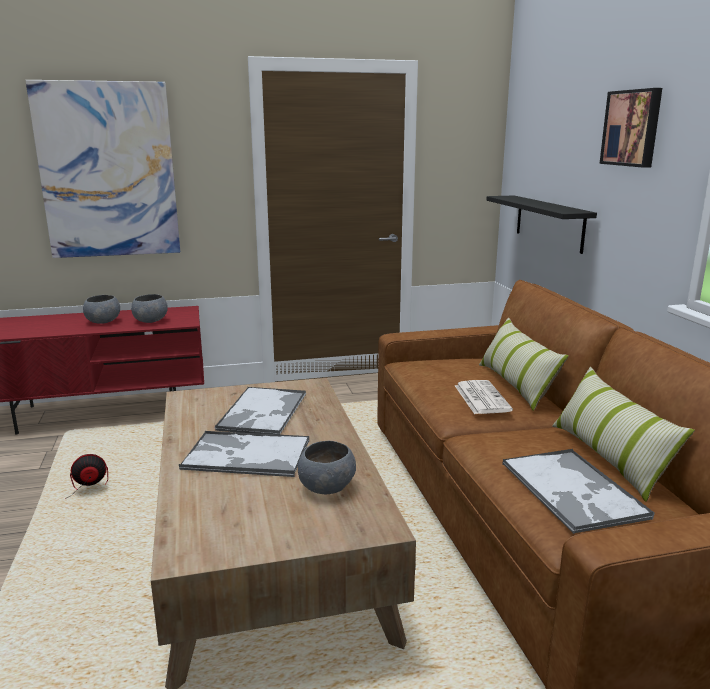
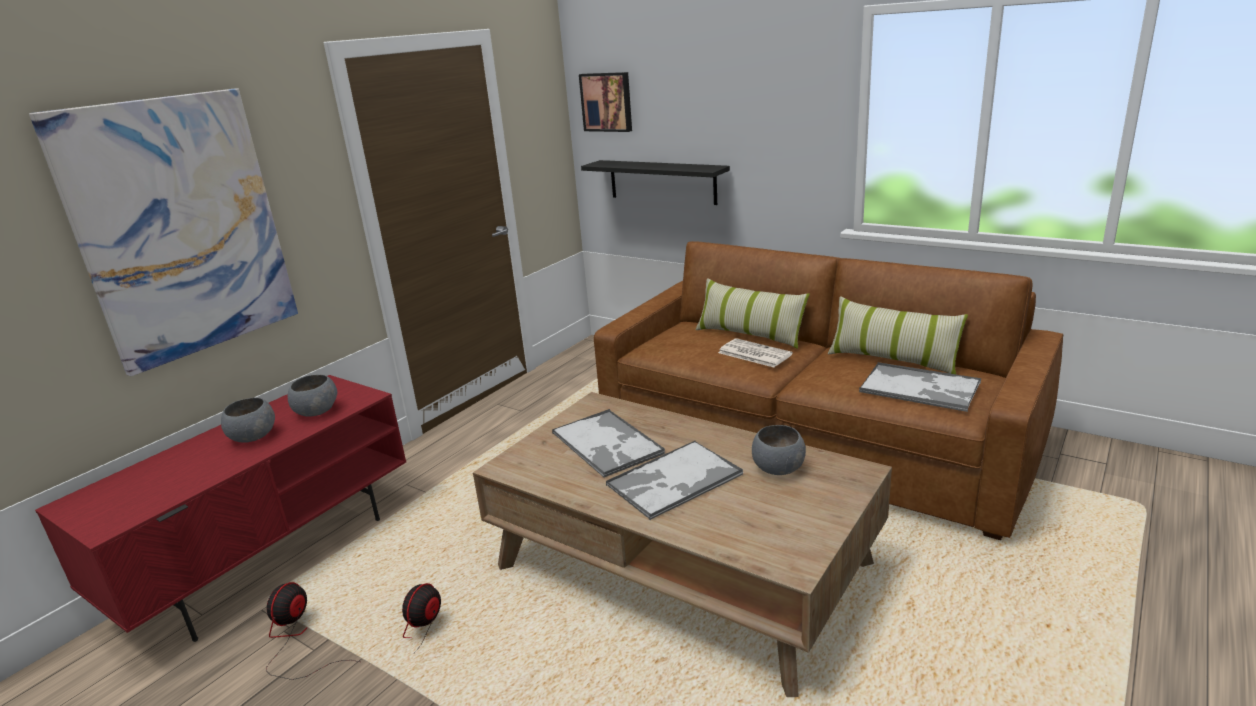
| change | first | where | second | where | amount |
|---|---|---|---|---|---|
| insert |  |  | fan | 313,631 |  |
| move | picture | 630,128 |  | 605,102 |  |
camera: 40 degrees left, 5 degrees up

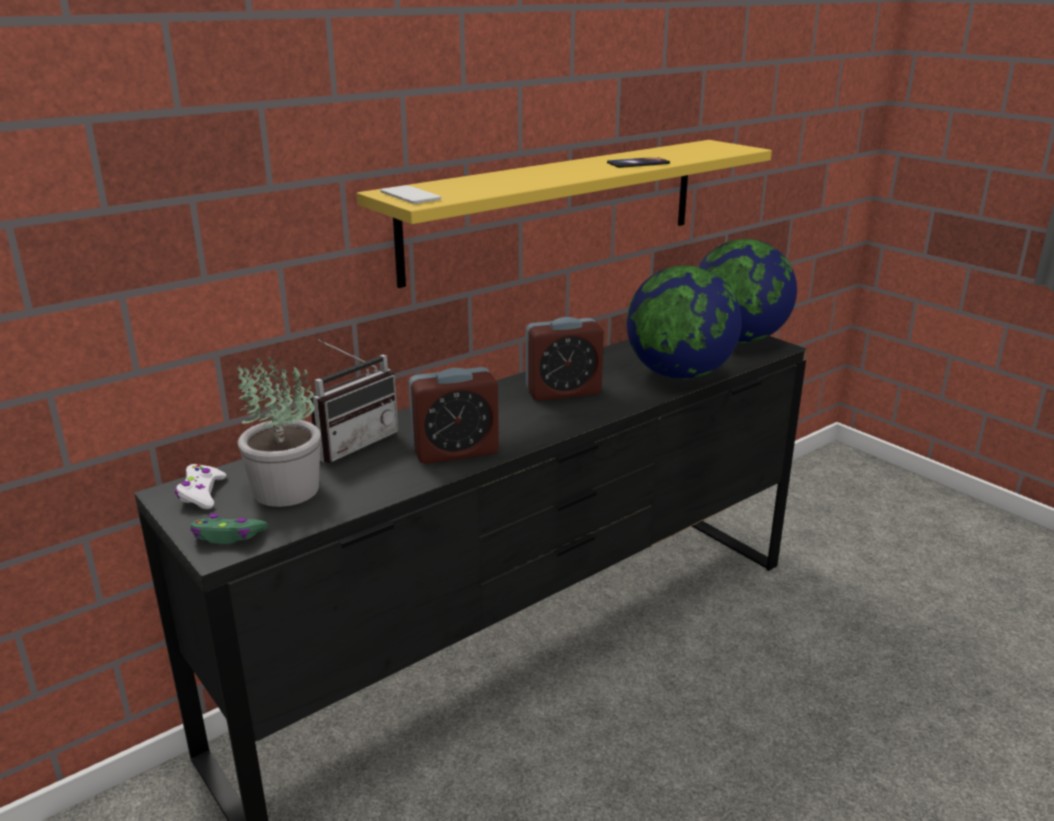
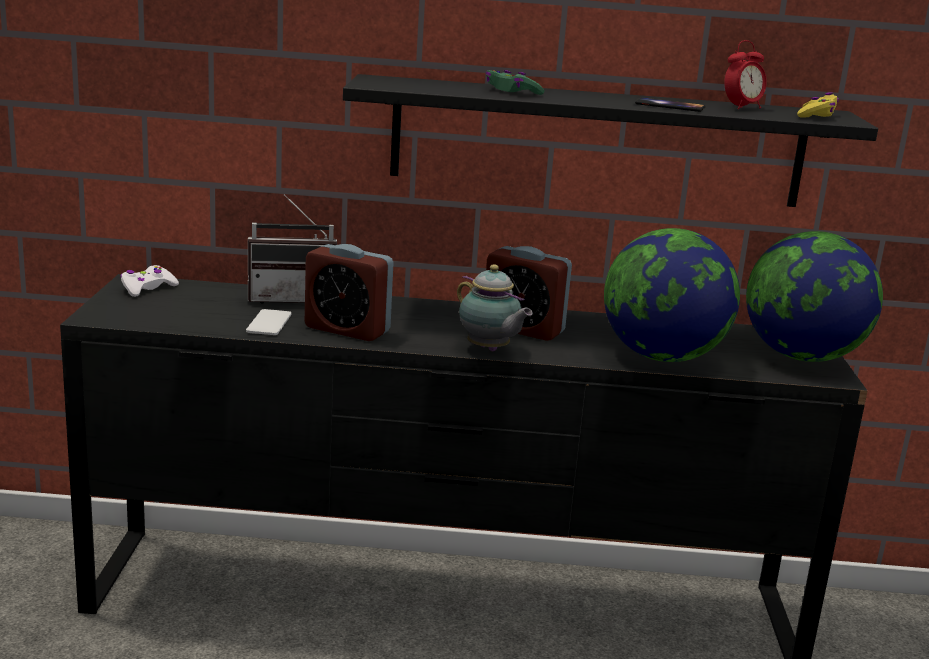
| change | first | where | second | where | amount |
|---|---|---|---|---|---|
| move | phone | 410,194 |  | 269,322 |  |
| recolor | yellow shelf | 564,214 | black shelf | 610,140 |  |
| insert |  |  | teapot | 495,307 |  |
| move | green game controller | 229,529 |  | 515,82 |  |
| insert |  |  | alarm clock | 745,74 |  |
| insert |  |  | yellow game controller | 817,105 |  |
| delete | potted plant | 279,432 |  |  |  |
camera: 40 degrees right, 5 degrees down

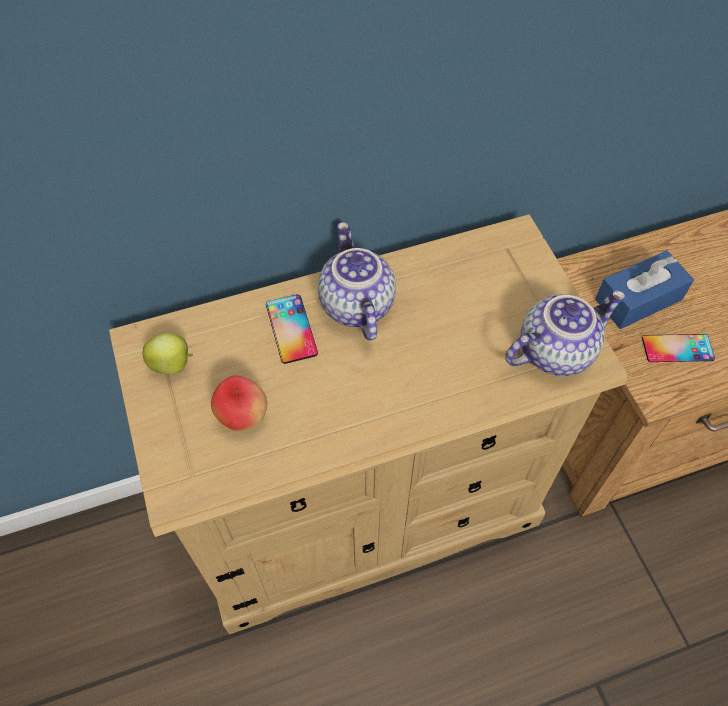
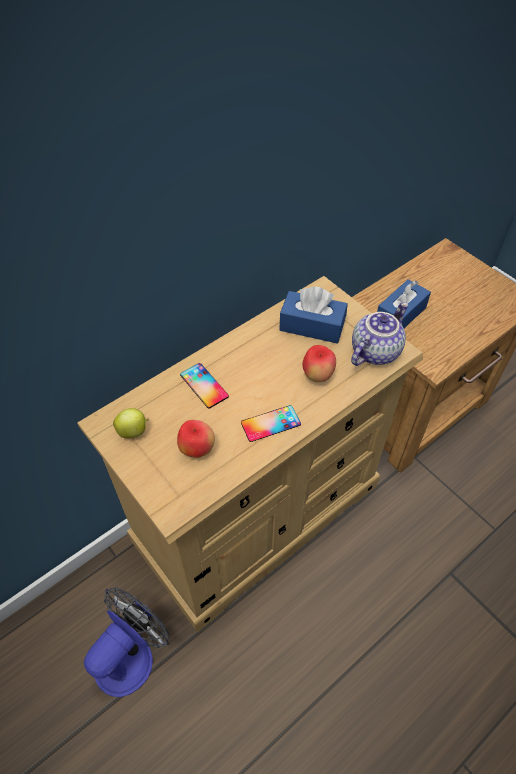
| change | first | where | second | where | amount |
|---|---|---|---|---|---|
| insert |  |  | fan | 126,642 |  |
| move | phone | 678,348 |  | 271,423 |  |
| insert |  |  | blue tissue box | 313,315 |  |
| insert |  |  | apple | 319,363 |  |
| delete | teapot | 357,281 |  |  |  |
camera: 20 degrees left, 5 degrees down

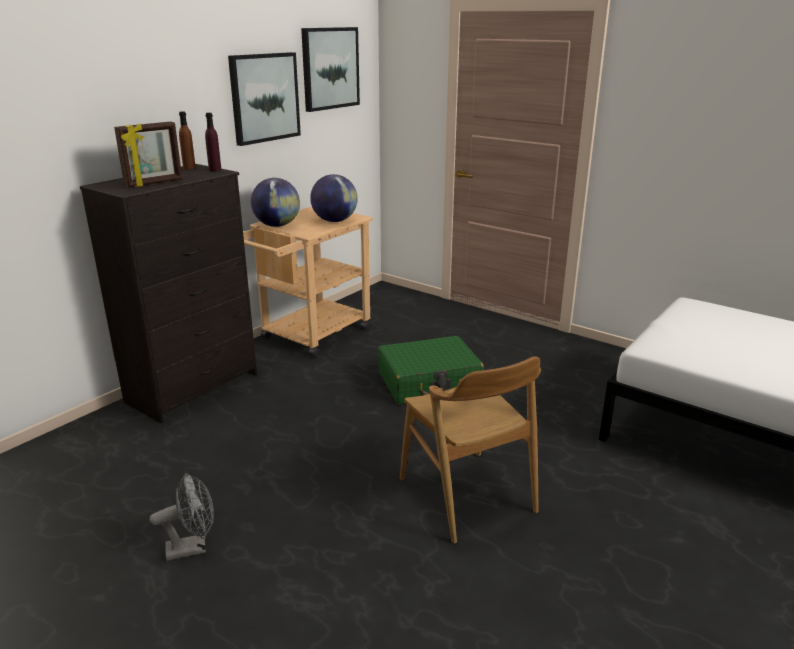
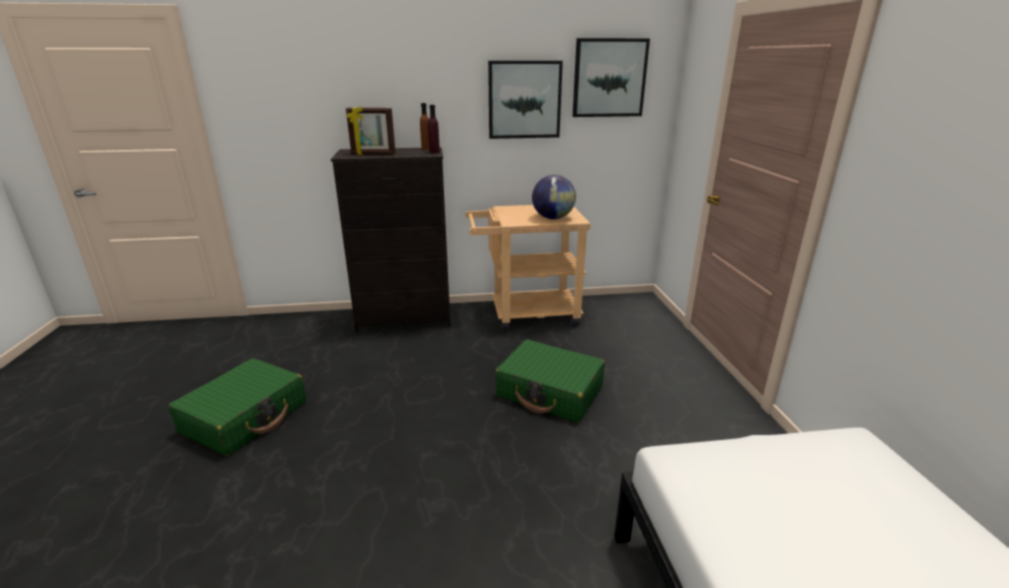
| change | first | where | second | where | amount |
|---|---|---|---|---|---|
| replace | grey fan | 182,517 | green suitcase | 237,407 |  |
| delete | globe | 275,202 |  |  |  |
| delete | brown chair | 470,450 |  |  |  |
camera: 45 degrees right, 0 degrees up

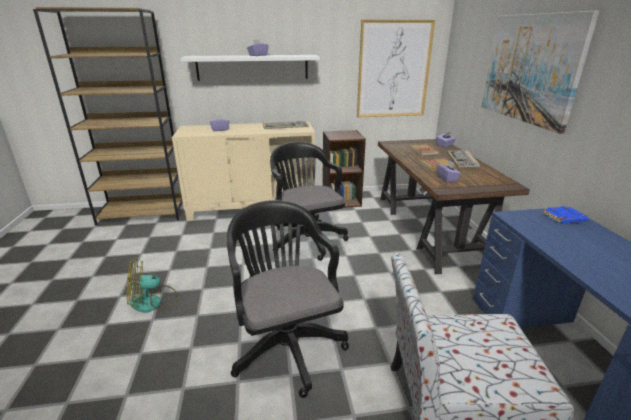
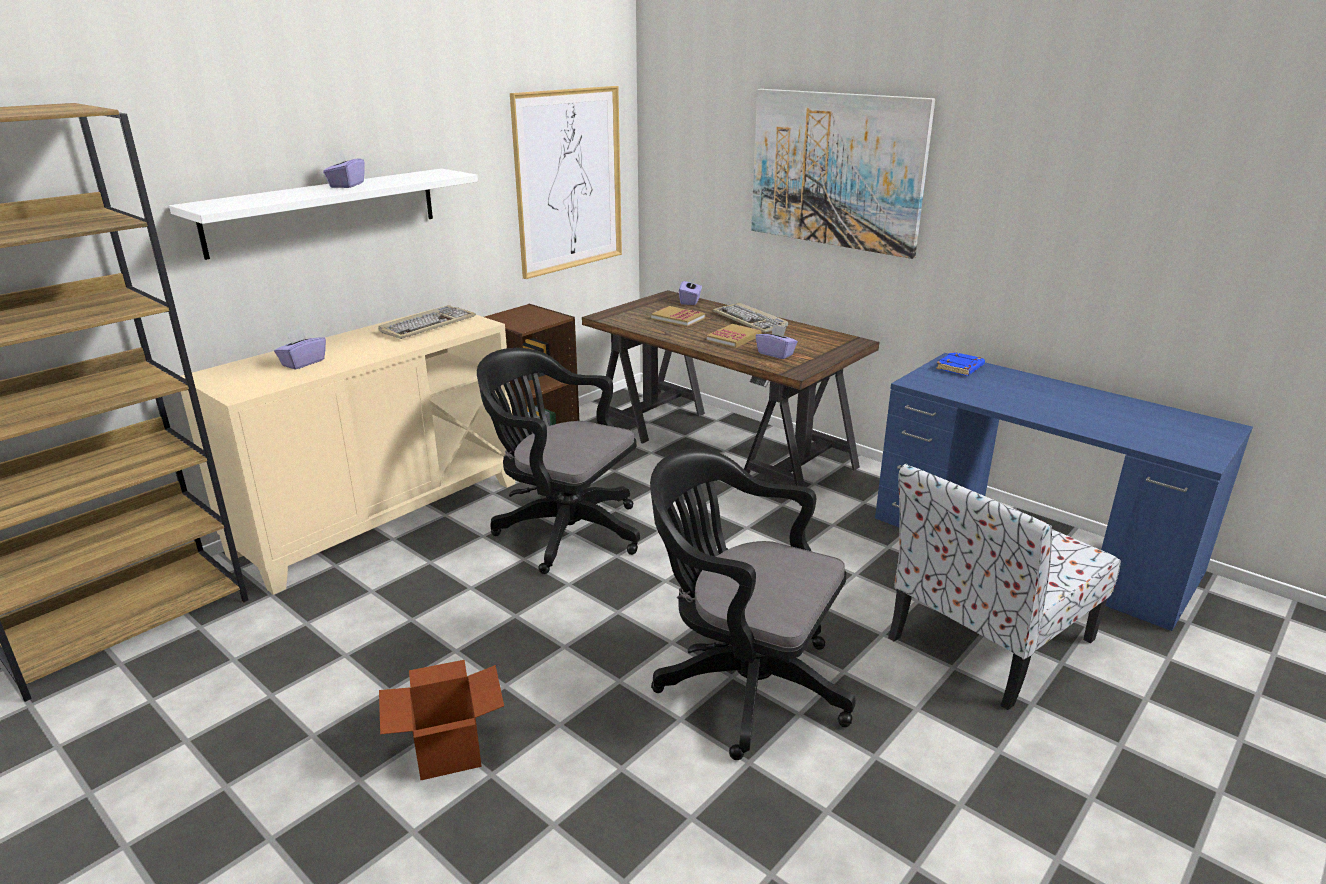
| change | first | where | second | where | amount |
|---|---|---|---|---|---|
| replace | fan | 152,285 | cardboard box | 441,720 |  |
camera: 40 degrees left, 0 degrees up

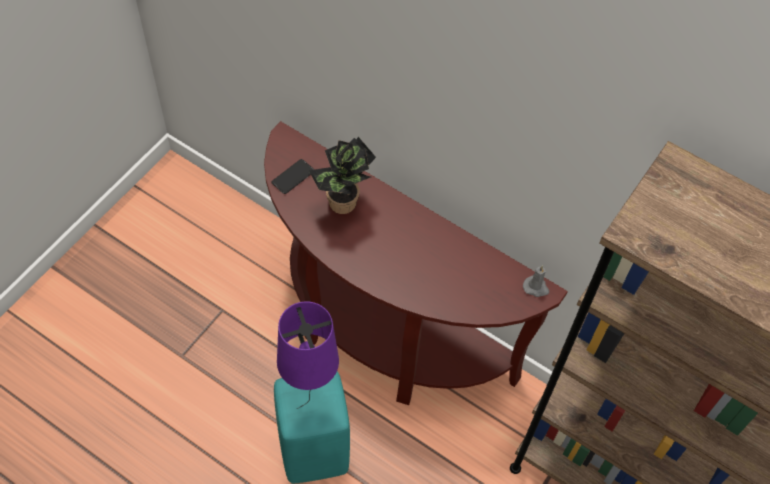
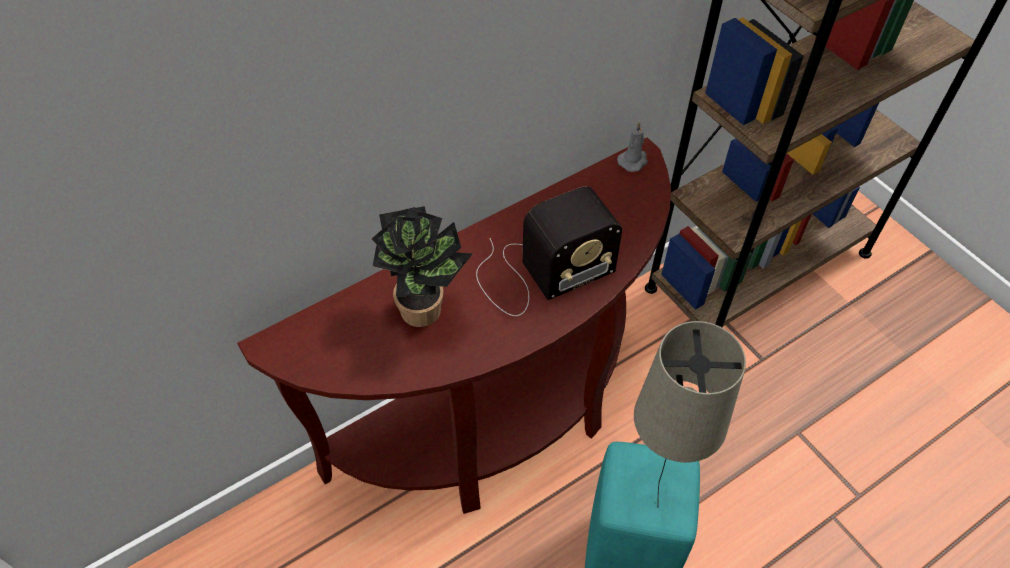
| change | first | where | second | where | amount |
|---|---|---|---|---|---|
| insert |  |  | radio | 549,251 |  |
| recolor | purple table lamp | 308,355 | beige table lamp | 690,414 |  |
| delete | phone | 293,176 |  |  |  |
camera: 65 degrees left, 5 degrees down

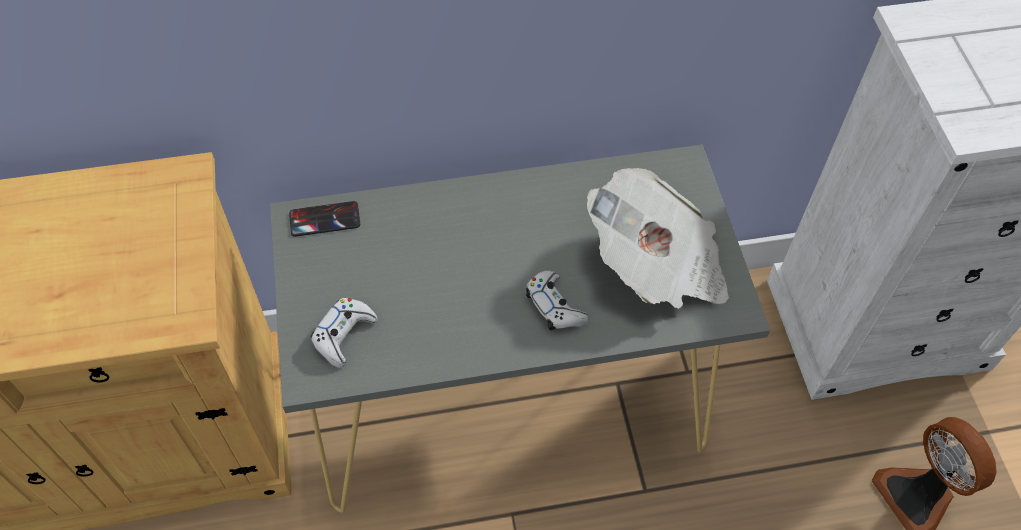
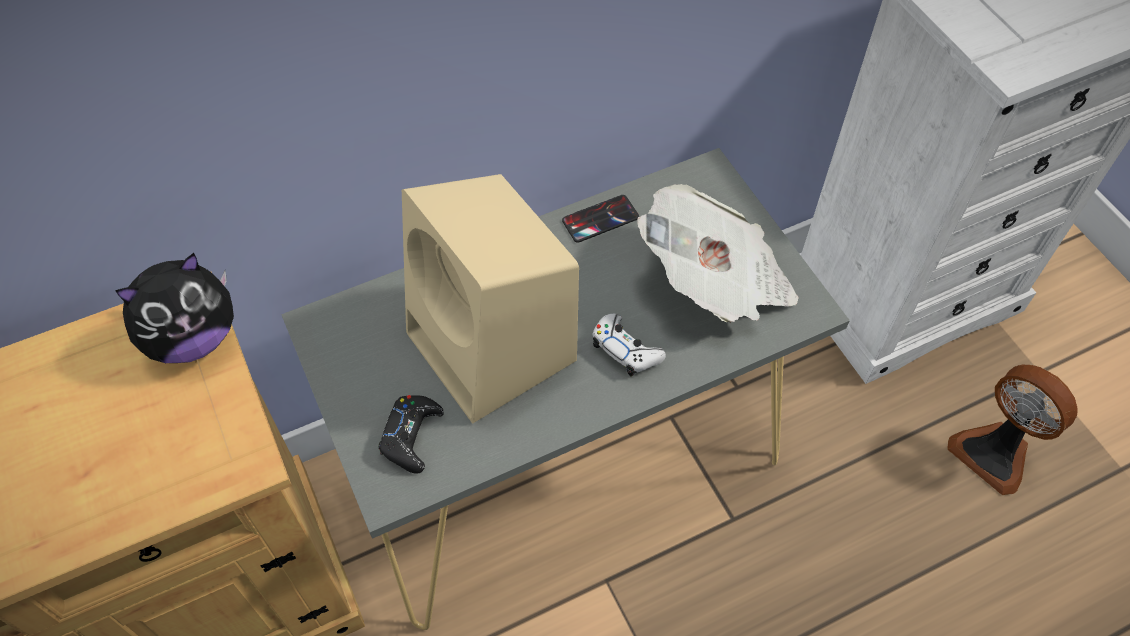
| change | first | where | second | where | amount |
|---|---|---|---|---|---|
| insert |  |  | plush toy | 174,308 |  |
| recolor | white game controller | 344,333 | black game controller | 411,434 |  |
| insert |  |  | beige speaker | 490,298 |  |
| move | phone | 324,219 |  | 600,219 |  |
camera: 15 degrees left, 0 degrees up

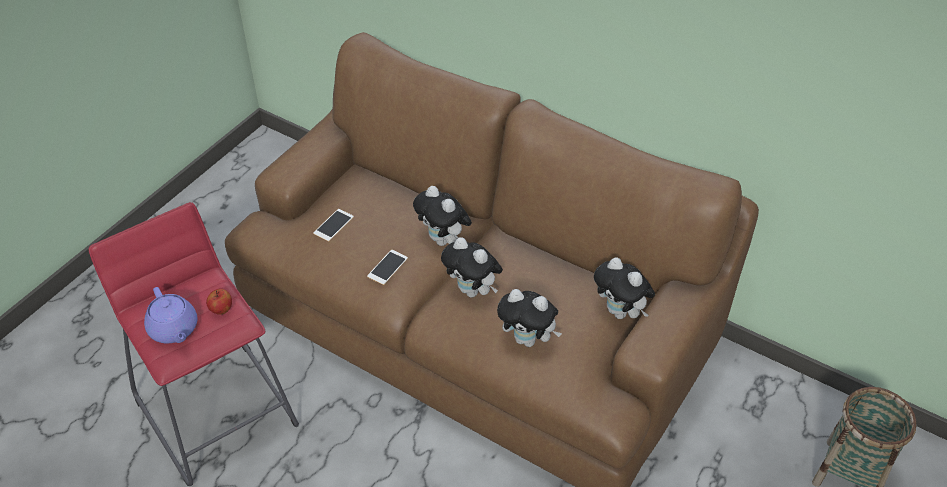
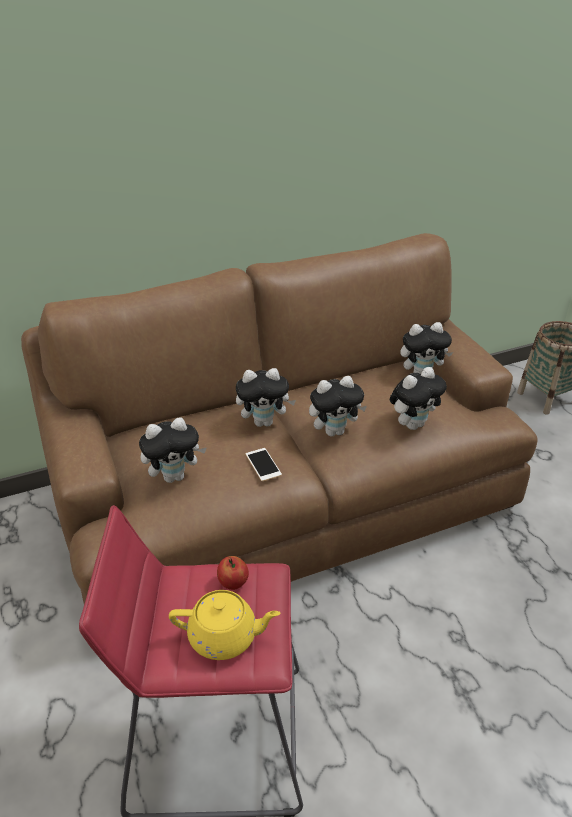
| change | first | where | second | where | amount |
|---|---|---|---|---|---|
| replace | phone | 333,225 | plush toy | 173,450 |  |
| recolor | purple teapot | 170,315 | yellow teapot | 225,625 |  |
camera: 55 degrees left, 10 degrees down

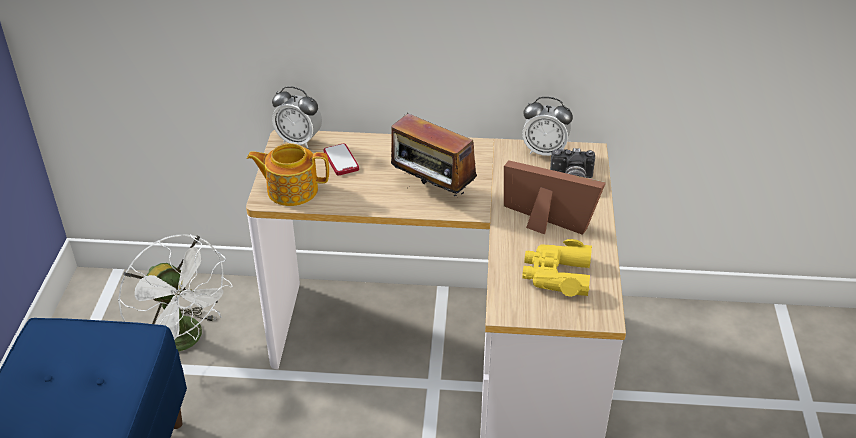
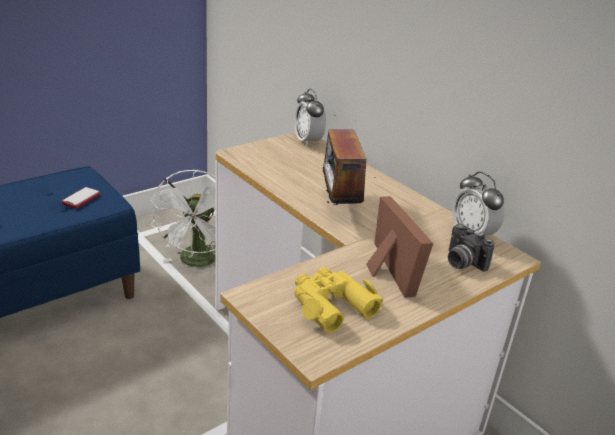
| change | first | where | second | where | amount |
|---|---|---|---|---|---|
| move | phone | 341,159 |  | 81,198 |  |
| delete | teapot | 288,174 |  |  |  |
camera: 45 degrees right, 10 degrees down

